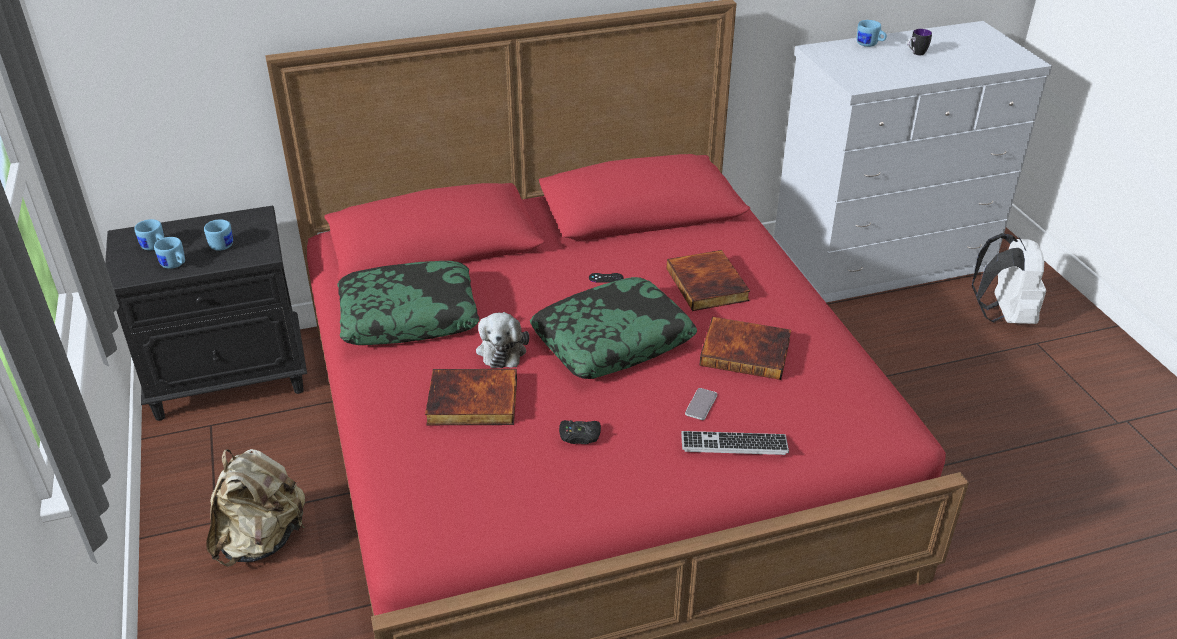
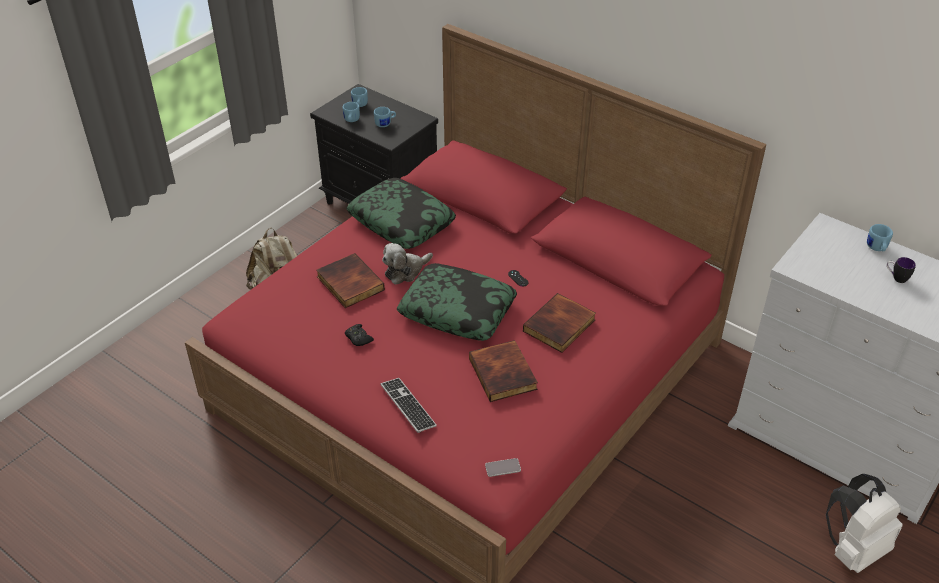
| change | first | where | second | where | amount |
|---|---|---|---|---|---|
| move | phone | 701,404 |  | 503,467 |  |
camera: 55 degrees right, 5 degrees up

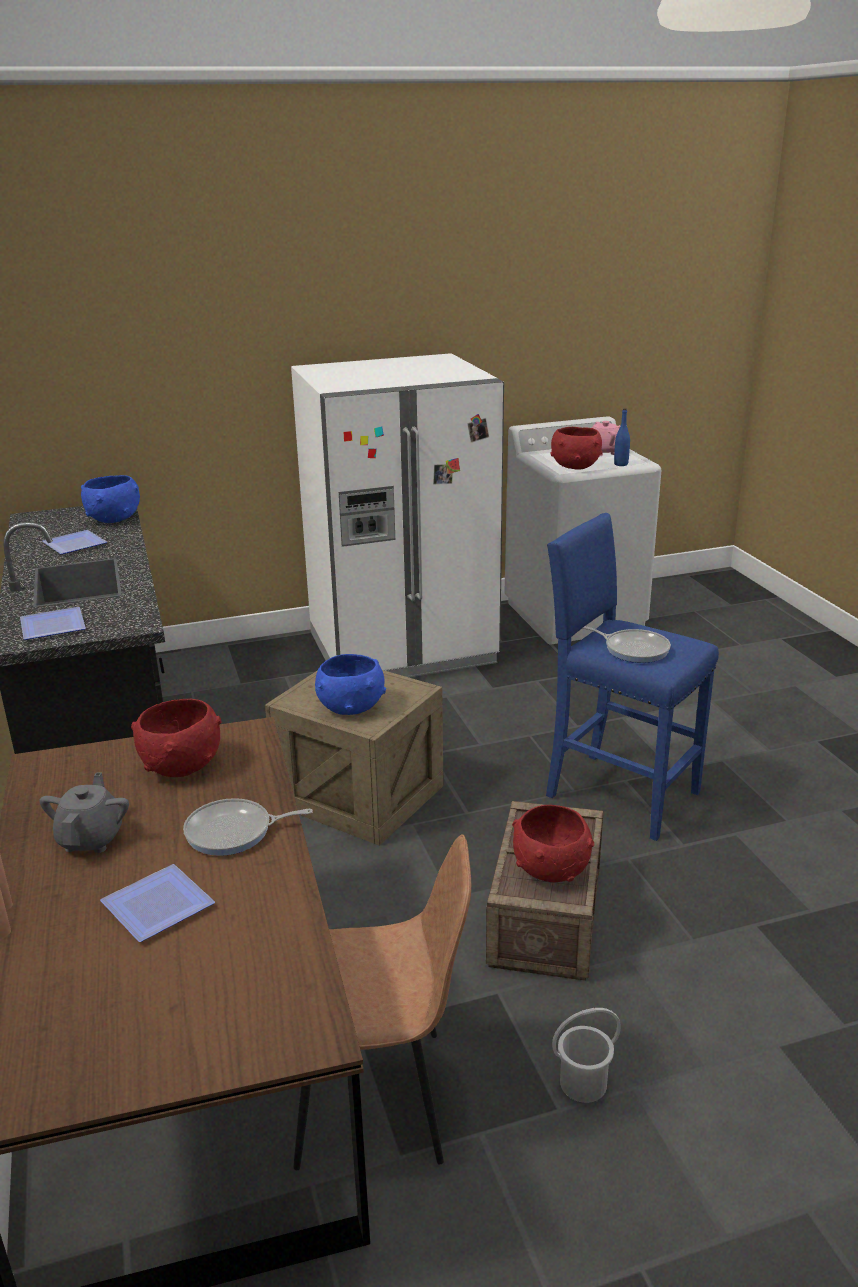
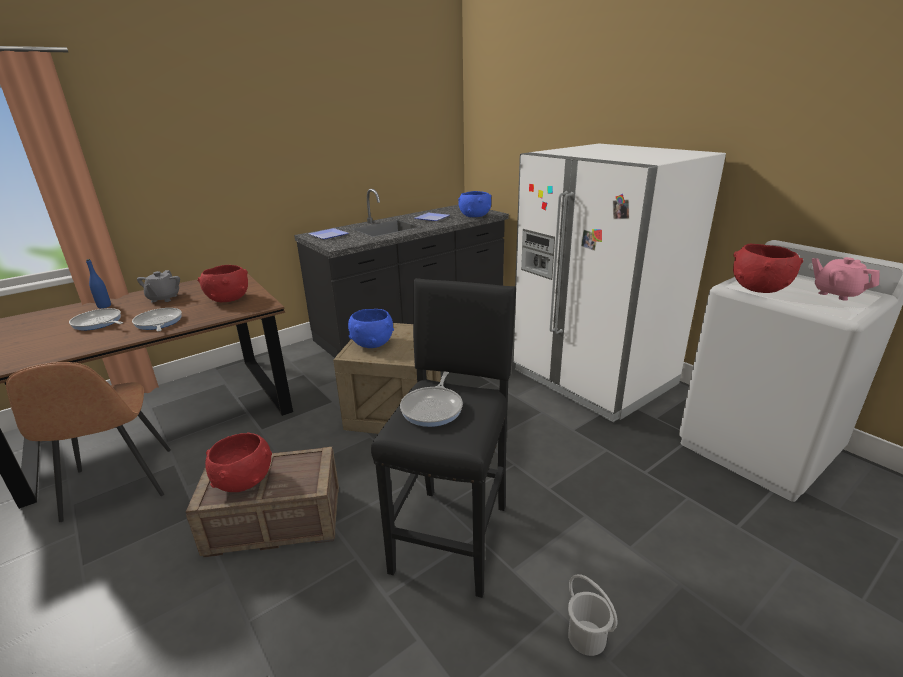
| change | first | where | second | where | amount |
|---|---|---|---|---|---|
| replace | plate | 157,903 | frying pan | 96,319 |  |
| move | blue bottle | 622,437 |  | 98,283 |  |
| rotate | grey teapot | 84,813 |  | 158,286 | 105 degrees clockwise |
| recolor | blue stool | 632,677 | black stool | 443,438 |  |
| move | white bucket | 586,1055 |  | 593,615 |  |
camera: 70 degrees right, 0 degrees up

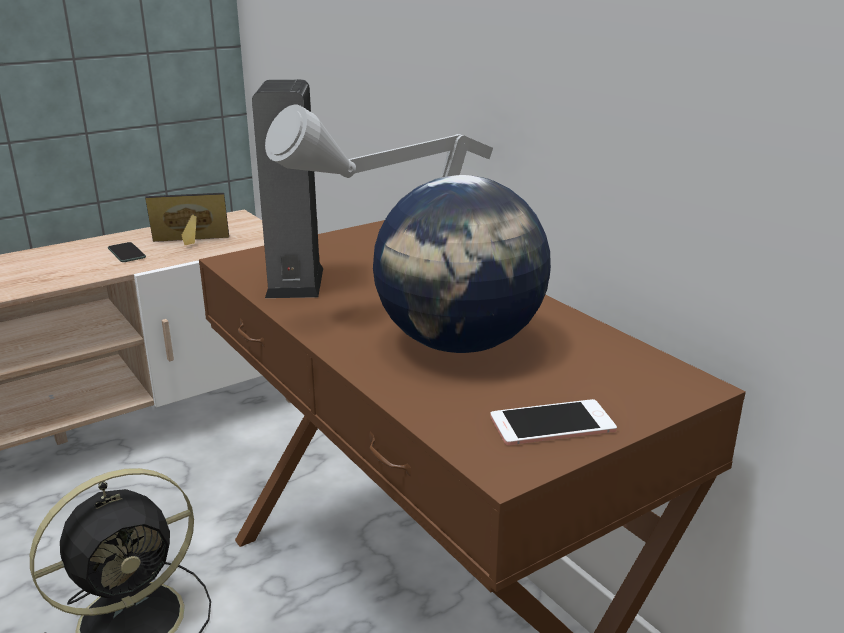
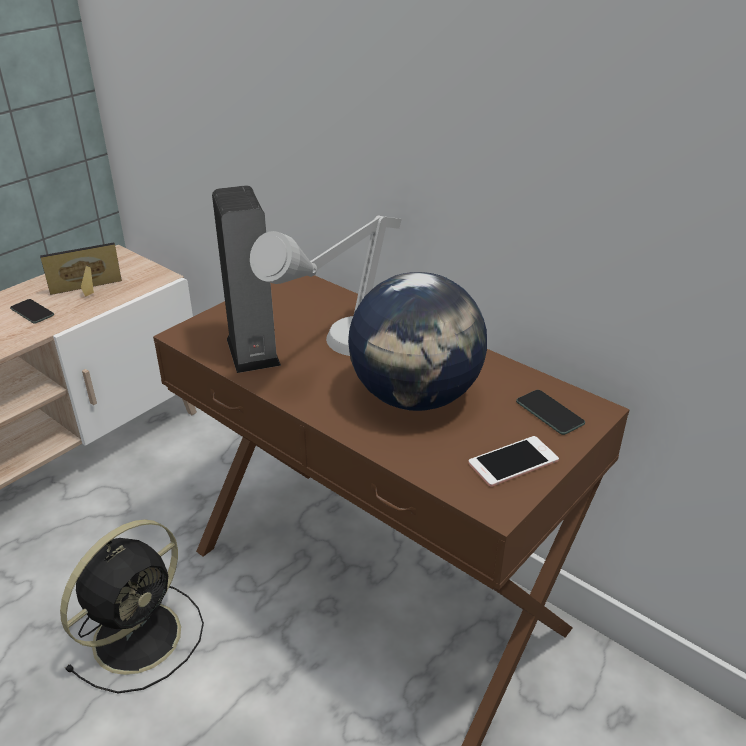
| change | first | where | second | where | amount |
|---|---|---|---|---|---|
| insert |  |  | phone | 550,412 |  |
camera: 15 degrees left, 10 degrees up

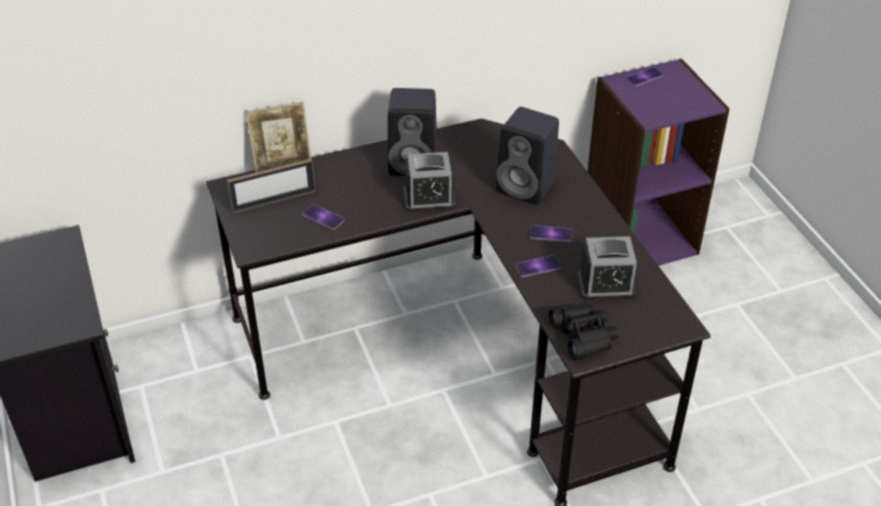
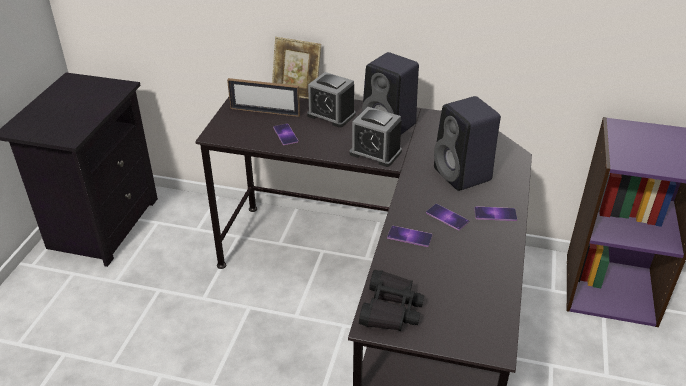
| change | first | where | second | where | amount |
|---|---|---|---|---|---|
| move | alarm clock | 608,268 |  | 331,100 |  |
| move | phone | 644,76 |  | 495,213 |  |
camera: 35 degrees right, 5 degrees down

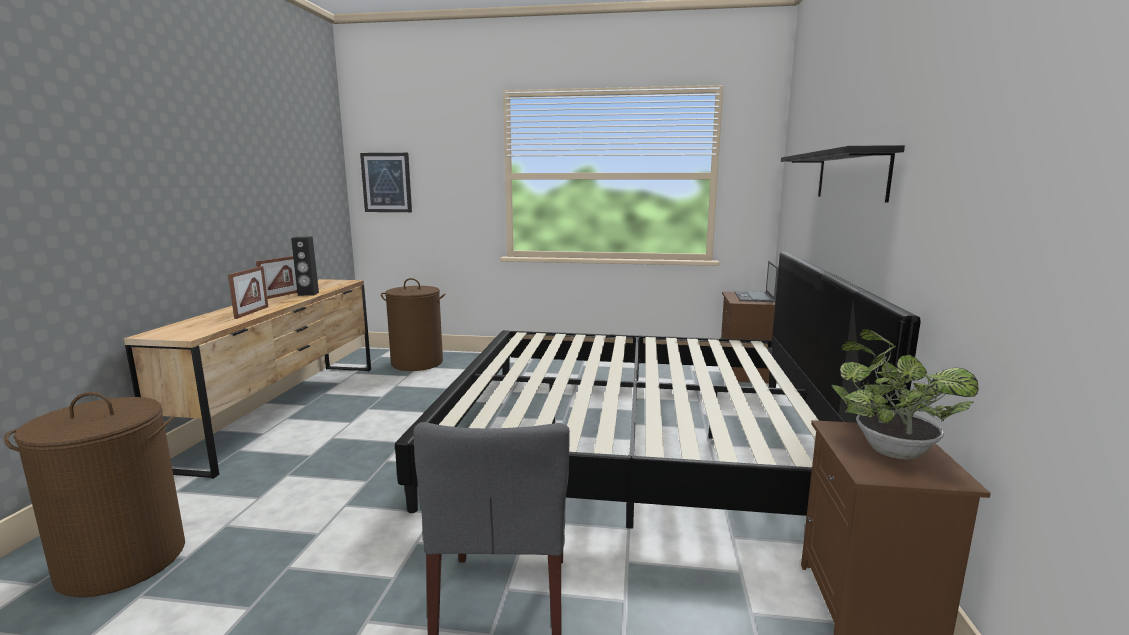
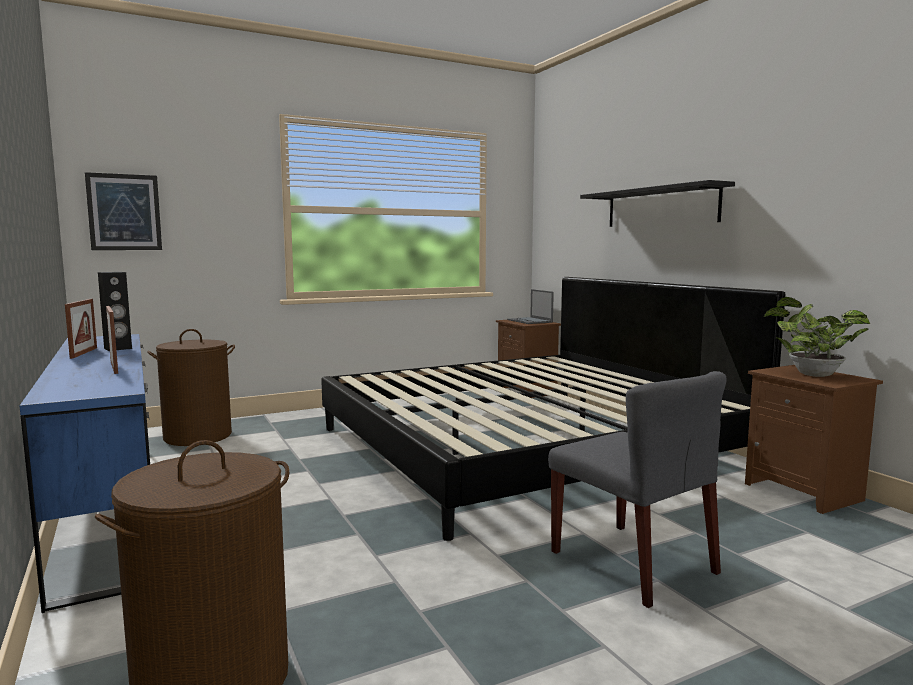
| change | first | where | second | where | amount |
|---|---|---|---|---|---|
| recolor | brown dresser | 247,379 | blue dresser | 84,473 |  |
camera: 35 degrees left, 5 degrees down

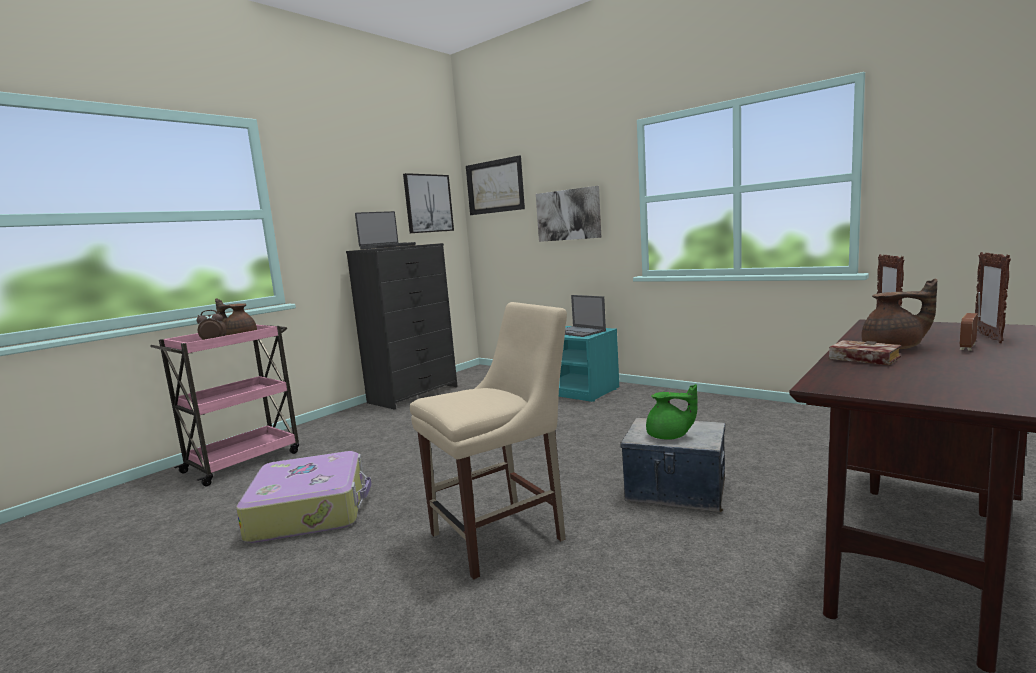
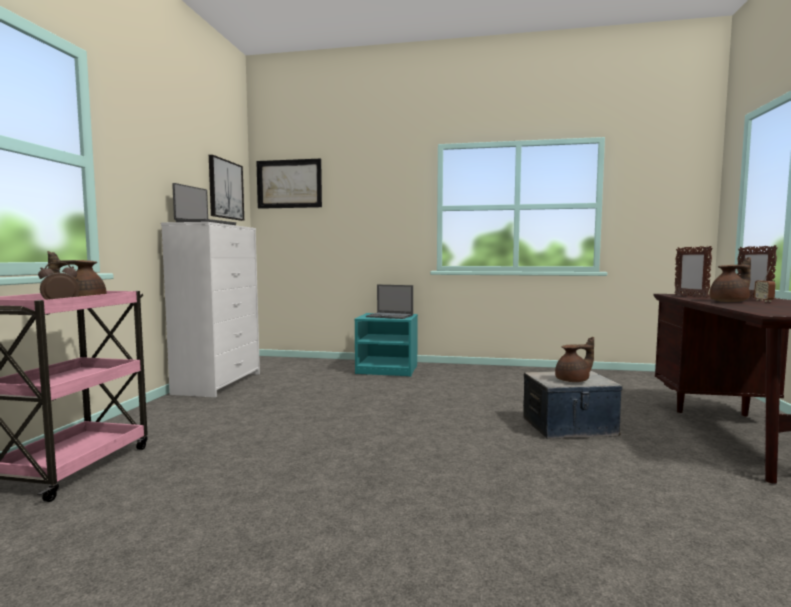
| change | first | where | second | where | amount |
|---|---|---|---|---|---|
| recolor | black dresser | 402,326 | white dresser | 210,309 |  |
| recolor | green teapot | 672,412 | brown teapot | 574,359 |  |
| delete | suitcase | 304,497 |  |  |  |
| delete | beige chair | 488,441 |  |  |  |
| delete | picture | 568,214 |  |  |  |
| delete | book | 865,352 |  |  |  |
camera: 30 degrees left, 5 degrees down

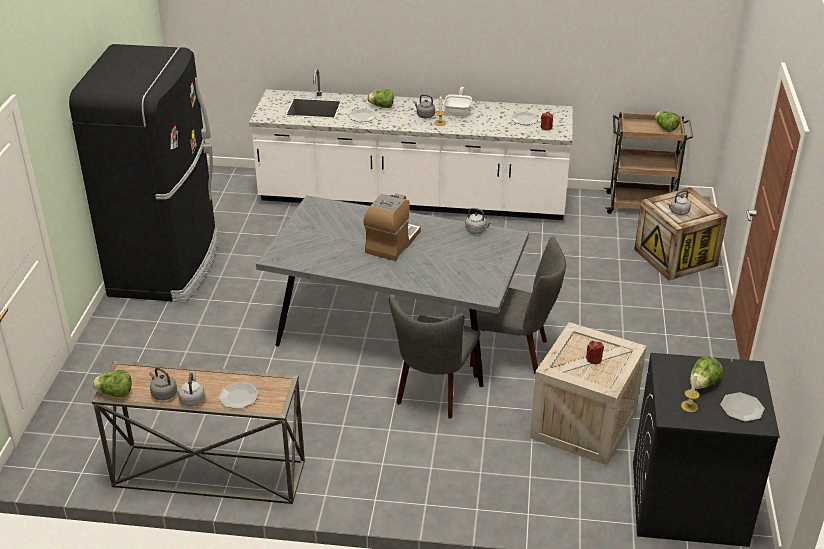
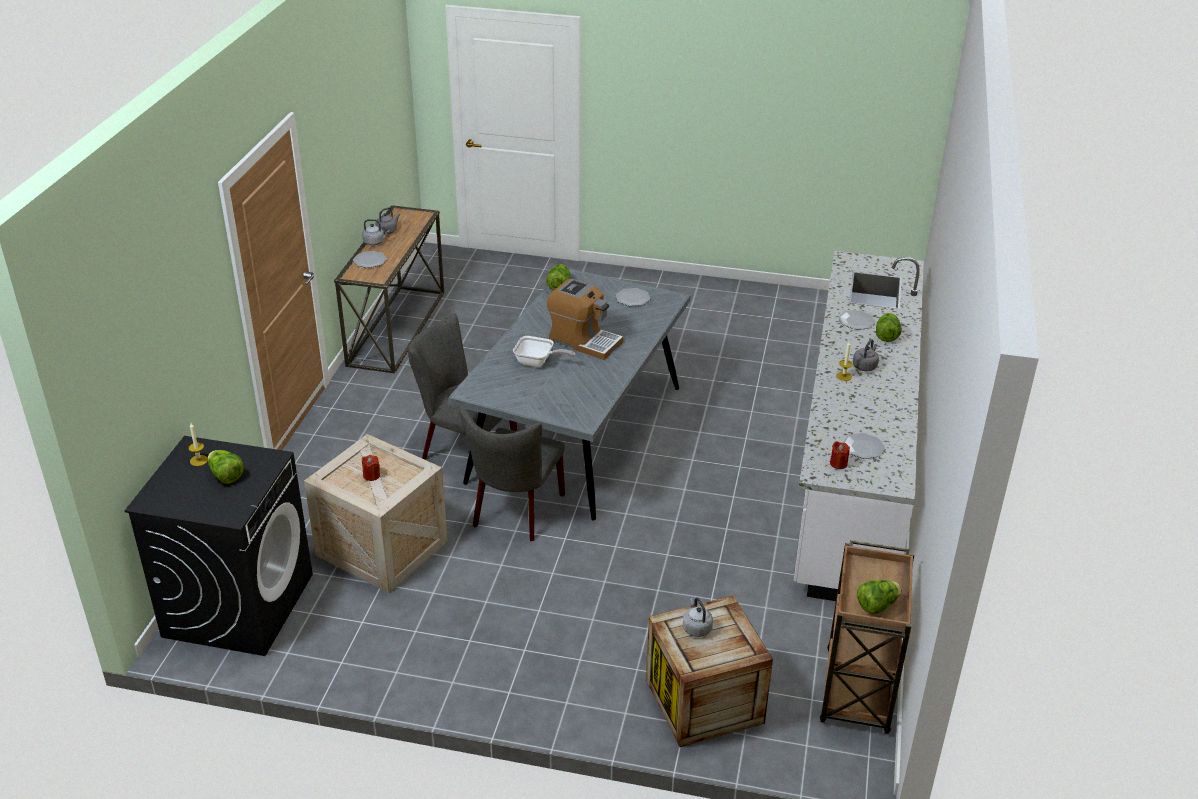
| change | first | where | second | where | amount |
|---|---|---|---|---|---|
| move | frying pan | 457,101 |  | 544,351 |  |
| move | lettuce | 112,383 |  | 558,277 |  |
| move | plate | 742,407 |  | 632,297 |  |
| delete | black fridge | 143,173 |  |  |  |
| delete | grey kettle | 478,221 |  |  |  |
camera: 95 degrees right, 0 degrees up

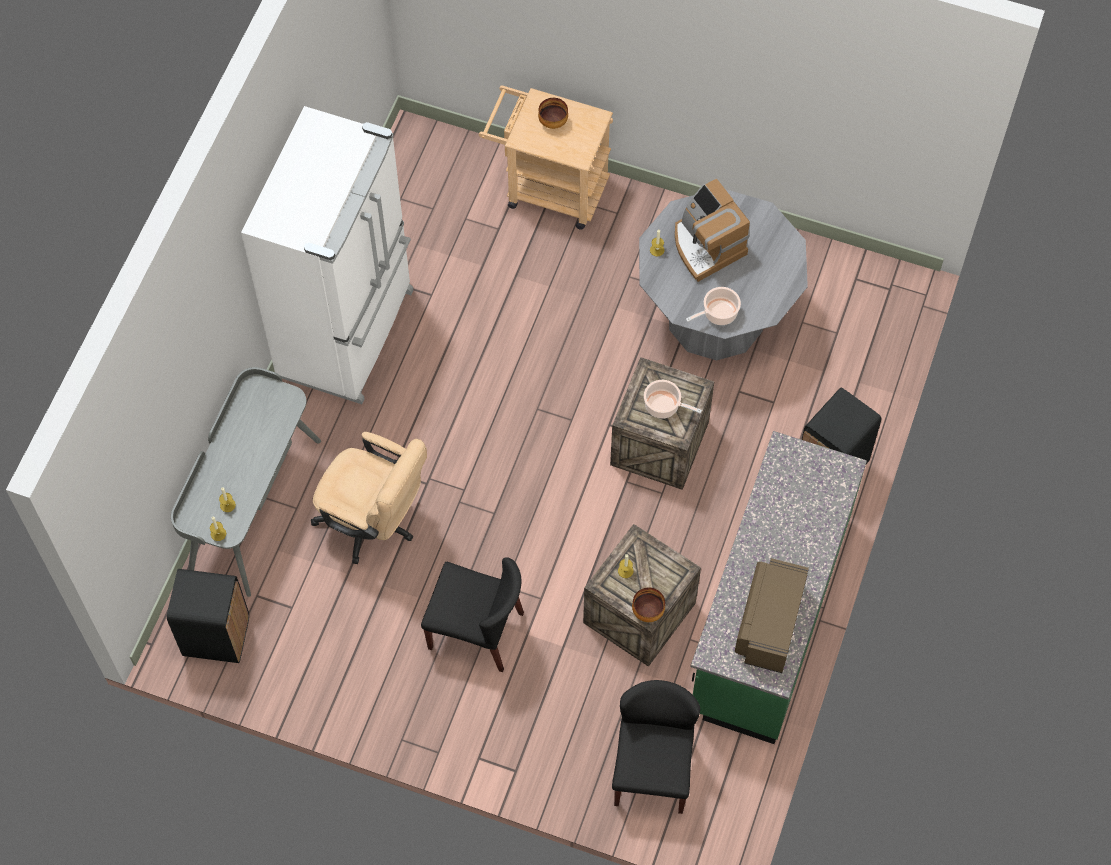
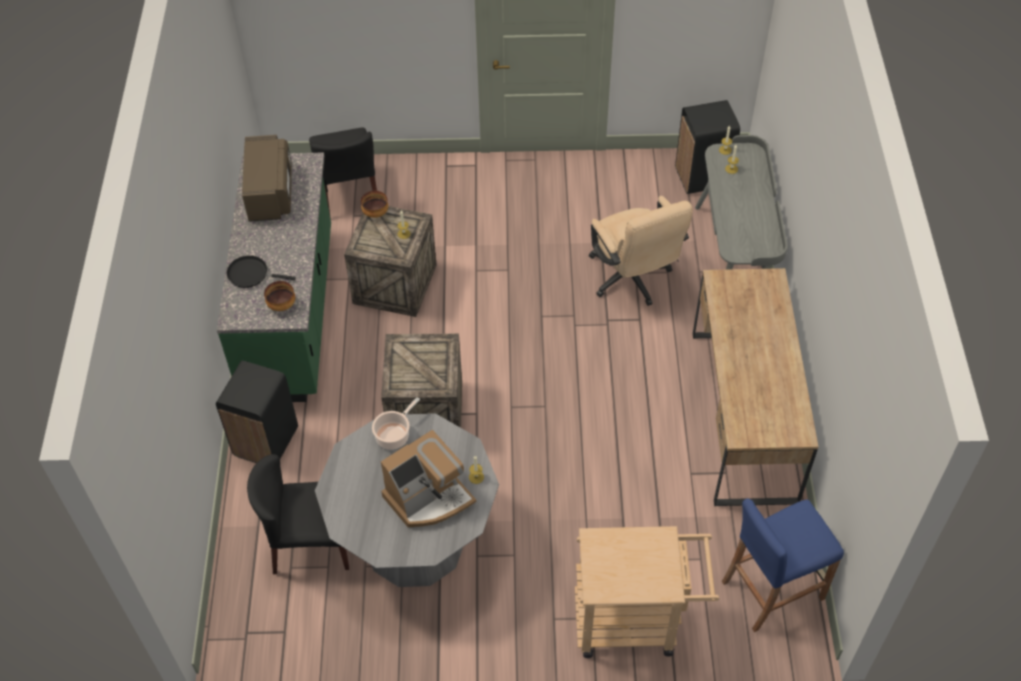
| change | first | where | second | where | amount |
|---|---|---|---|---|---|
| insert |  |  | black frying pan | 261,271 |  |
| move | black chair | 472,614 |  | 298,514 |  |
| move | bowl | 553,113 |  | 279,296 |  |
| rotate | coffee machine | 712,230 |  | 428,478 | 105 degrees clockwise |
| rotate | beige office chair | 369,498 |  | 641,251 | 120 degrees counterclockwise |
| replace | white fridge | 327,255 | brown desk | 755,387 |  |
| insert |  |  | blue stool | 783,565 |  |
| delete | cooking pot | 673,399 |  |  |  |
camera: 160 degrees right, 10 degrees down

